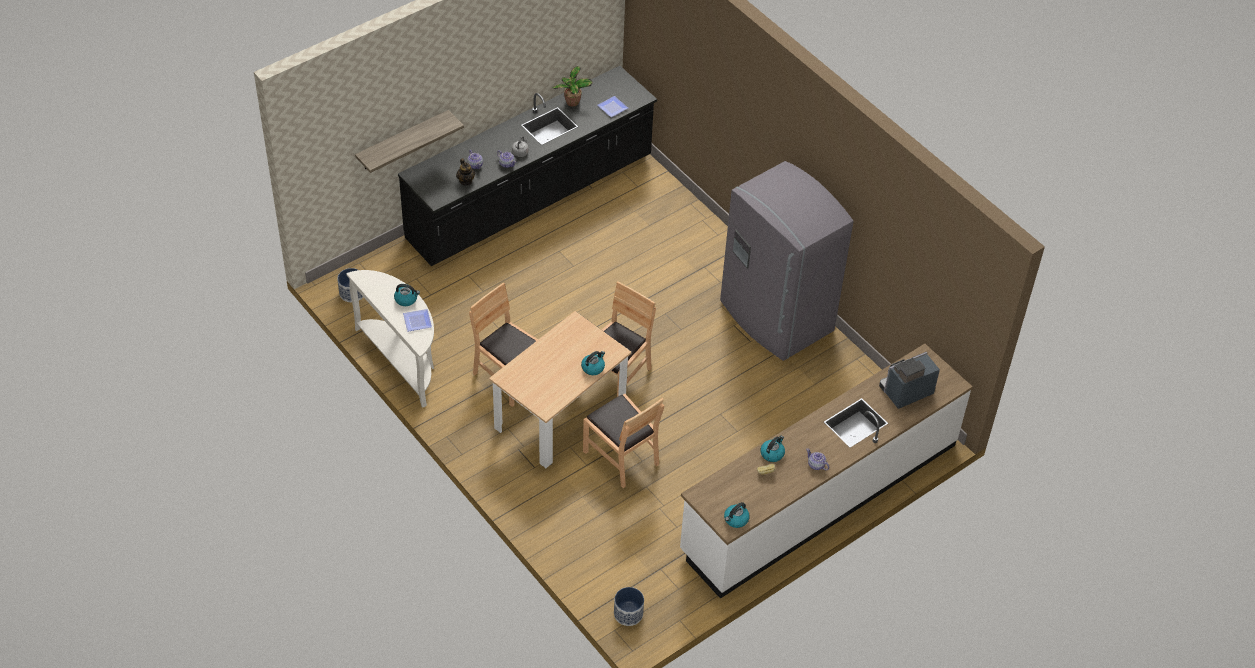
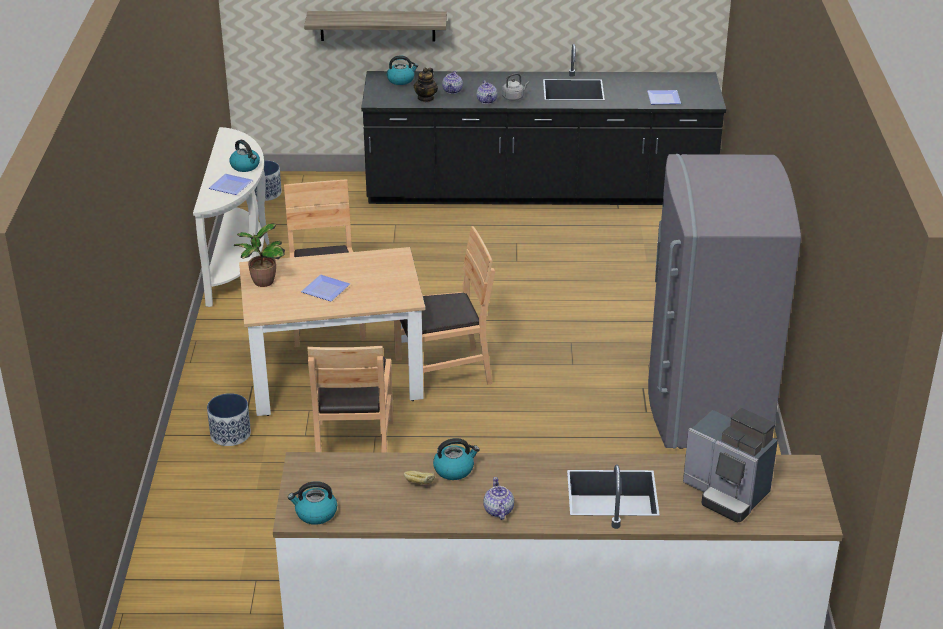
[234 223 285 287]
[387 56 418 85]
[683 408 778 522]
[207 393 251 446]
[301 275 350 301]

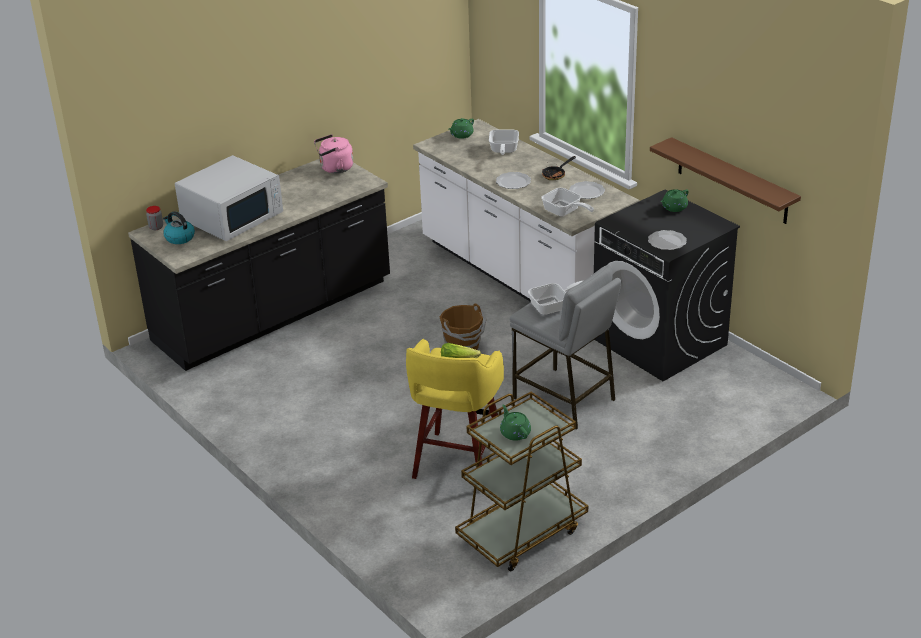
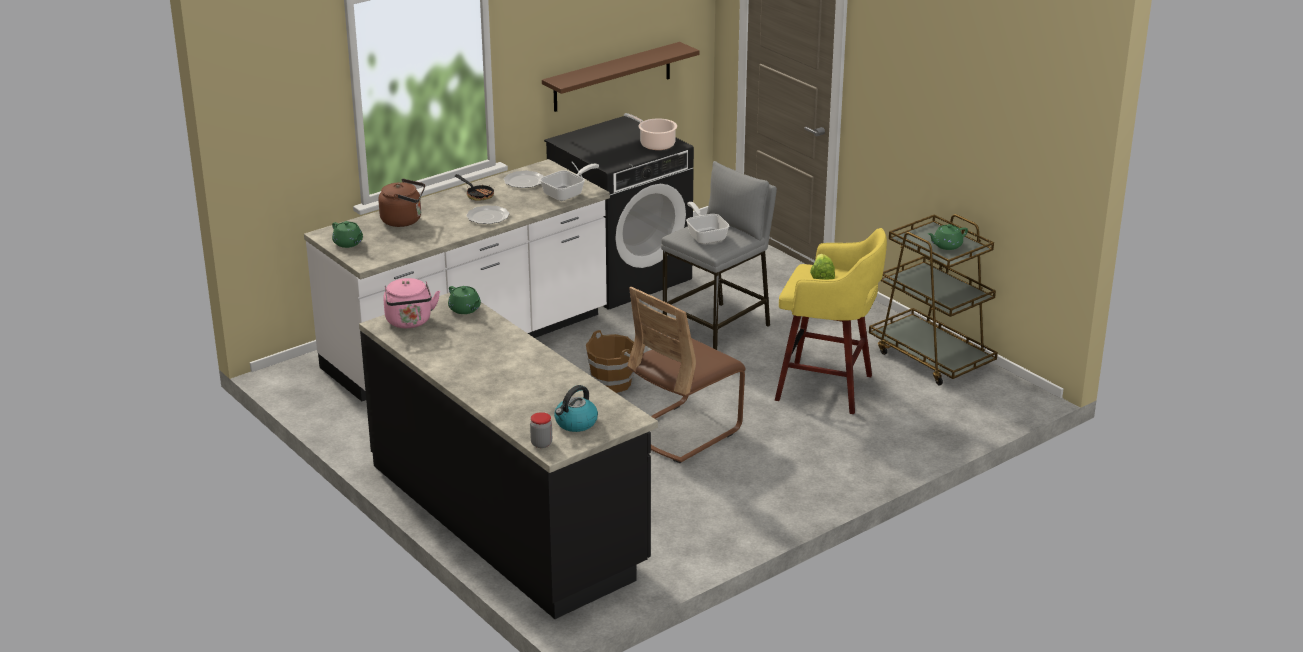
[378 179 425 227]
[175 155 283 241] (first image)
[448 286 481 314]
[624 113 677 150]
[627 287 746 463]

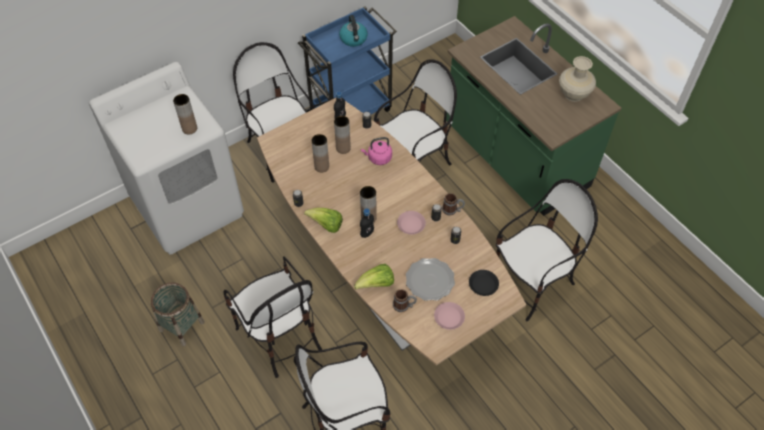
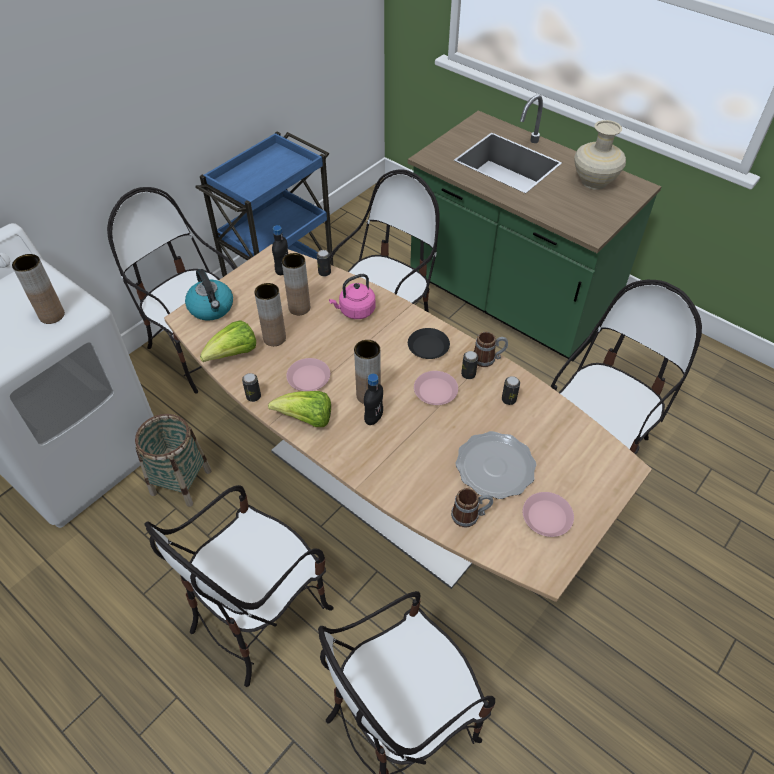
[185 269 233 321]
[145 485 333 687]
[200 321 256 362]
[408 328 450 359]
[135 414 212 507]
[286 358 330 391]

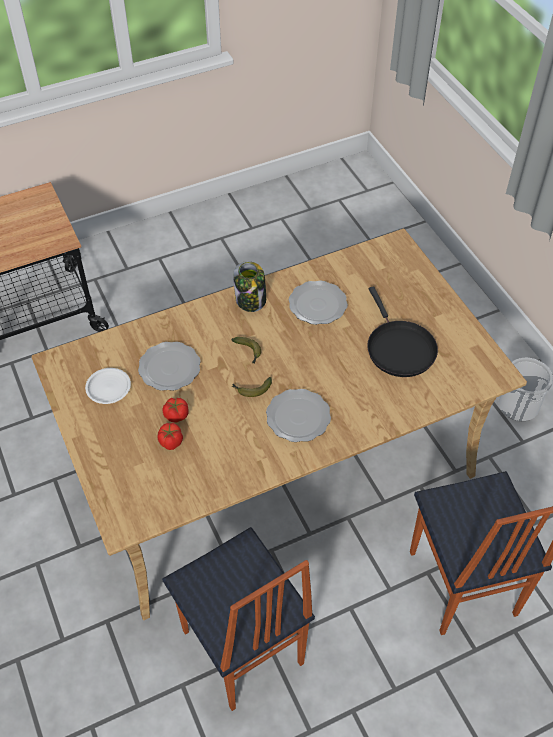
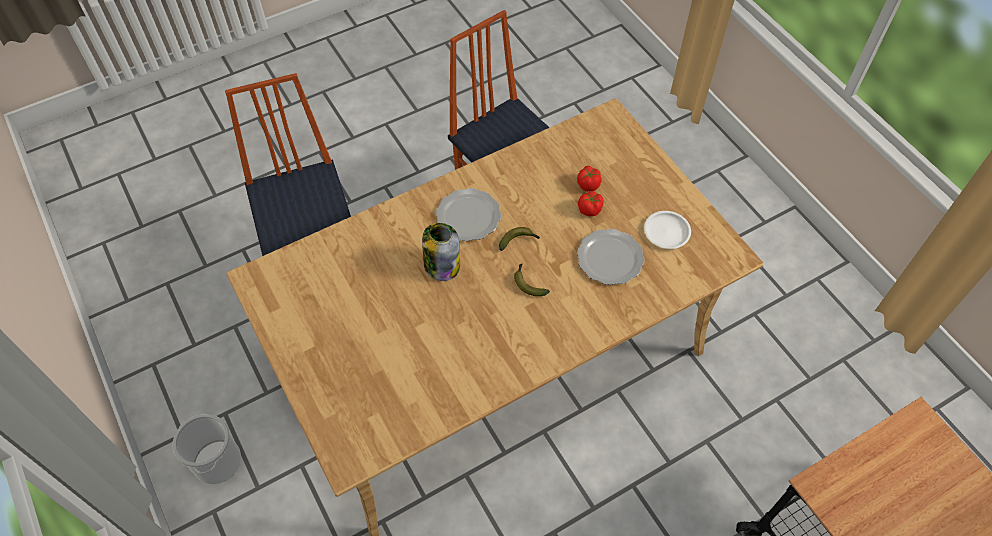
[422 223 460 281]
[289 280 348 325] (first image)
[367 286 438 377] (first image)

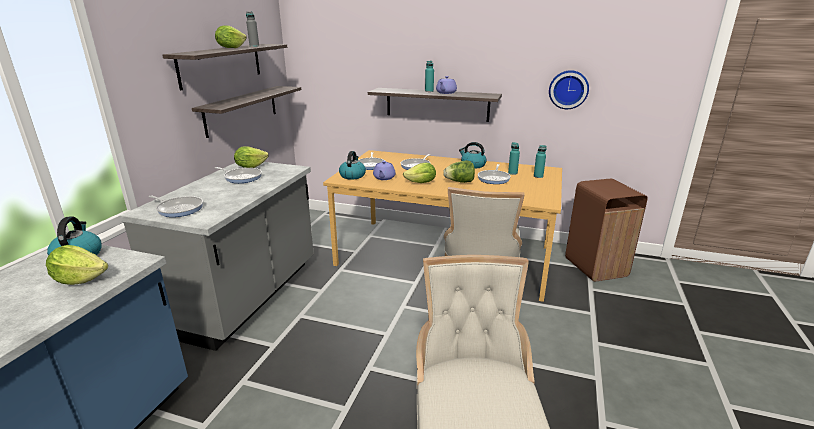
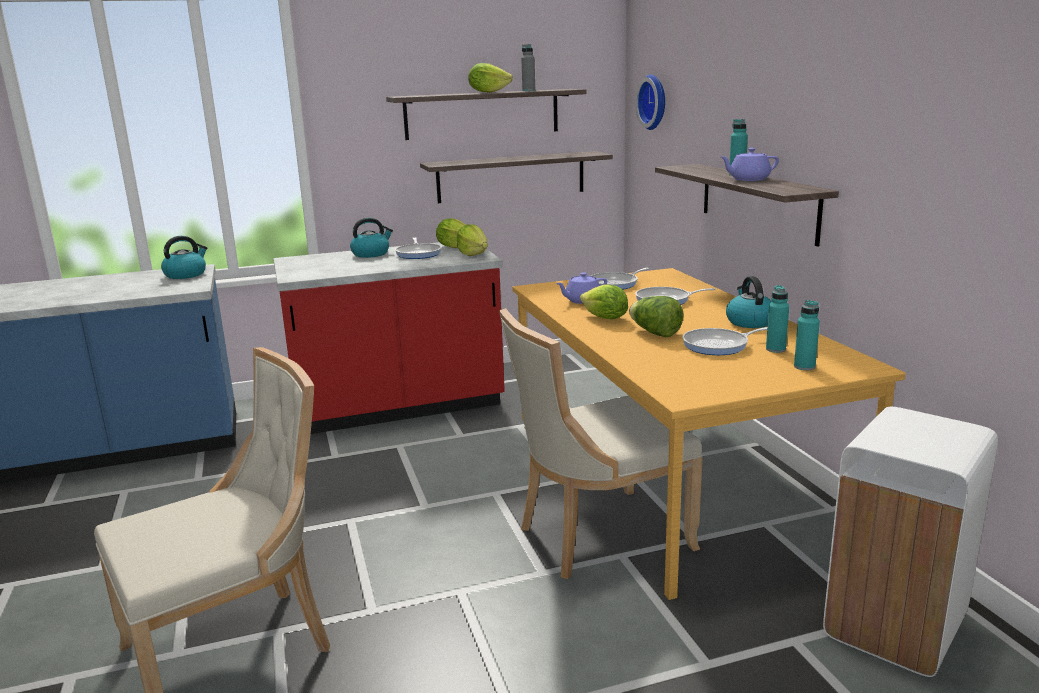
[636 74 665 130]
[350 218 393 258]
[273 242 505 434]
[823 407 998 677]
[149 196 203 217] (first image)
[457 225 488 256]

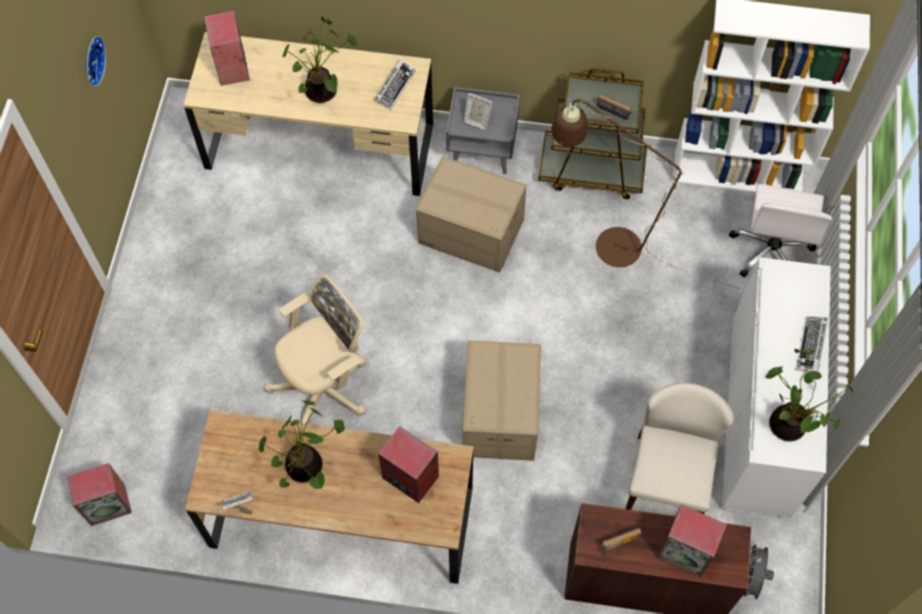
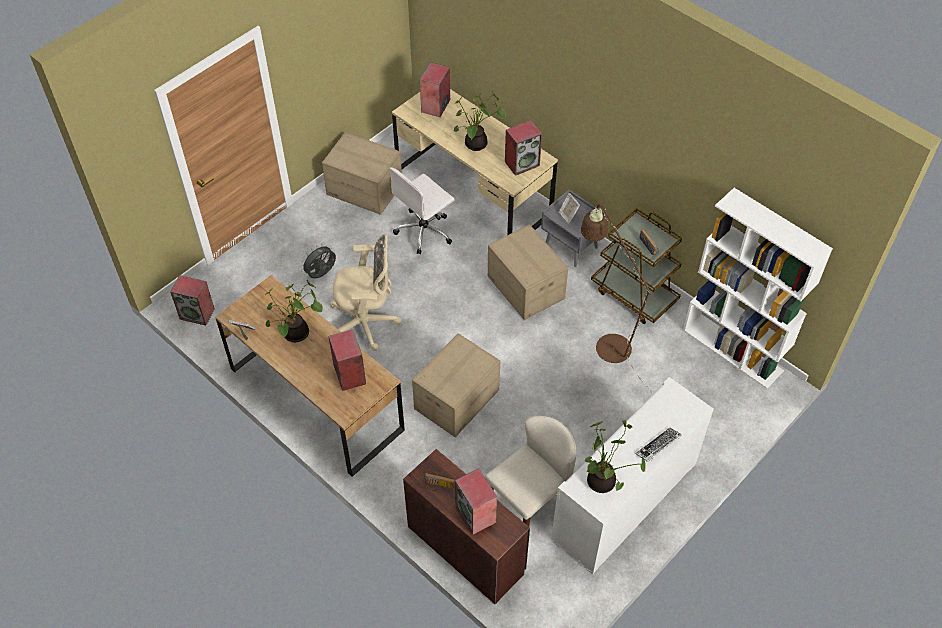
[86 36 106 87] (first image)
[505 120 542 176]
[389 167 455 255]
[301 244 336 279]
[322 132 402 215]

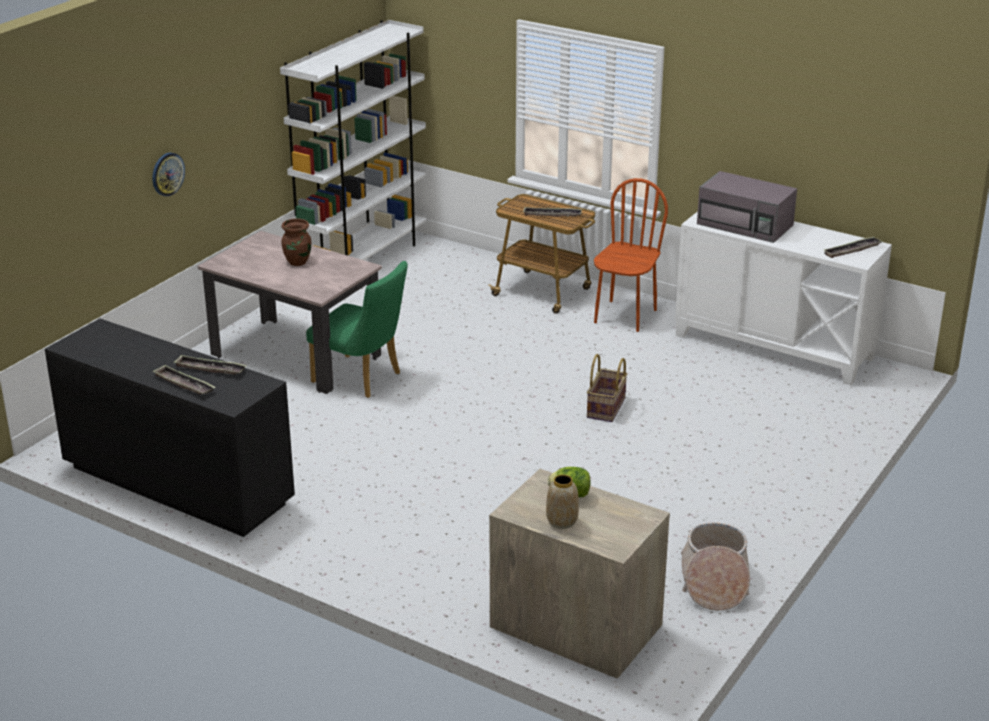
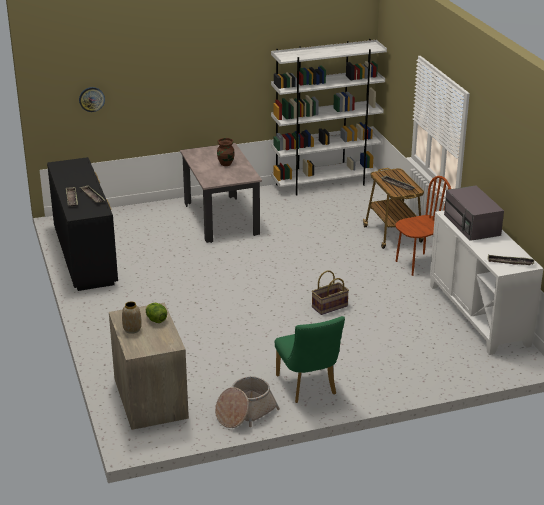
[79 87 105 112]
[275 316 345 403]

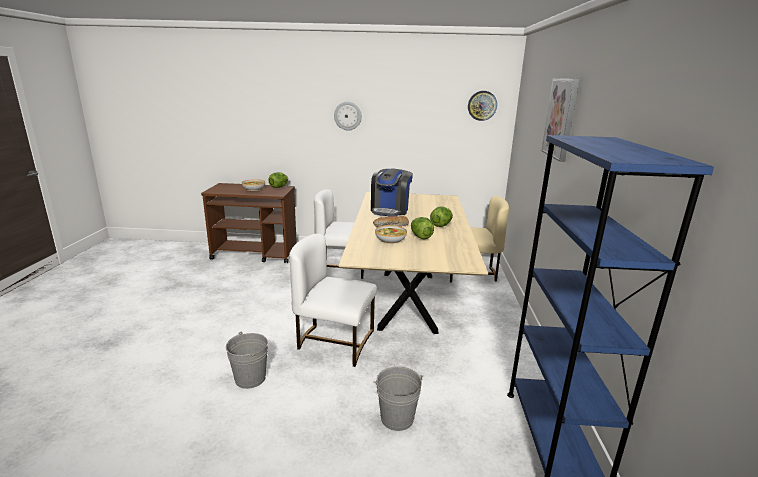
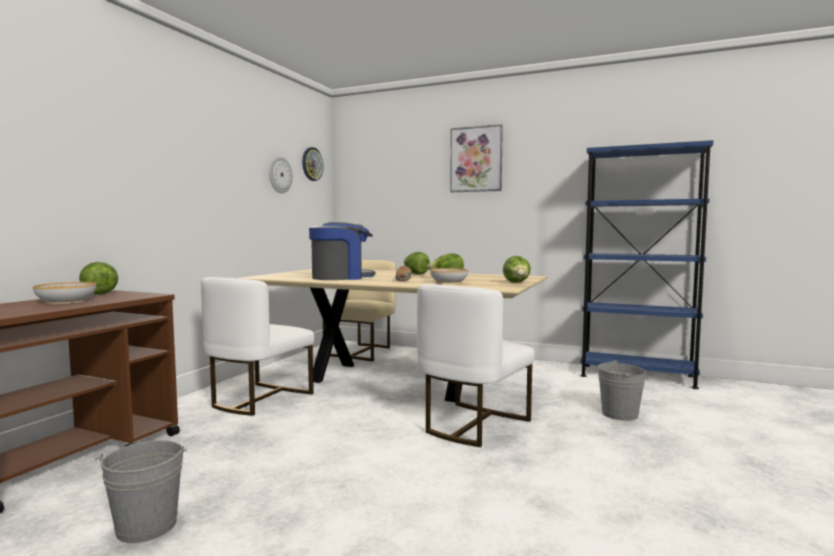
[269 157 293 193]
[309 222 376 280]
[95 440 187 543]
[503 256 531 283]

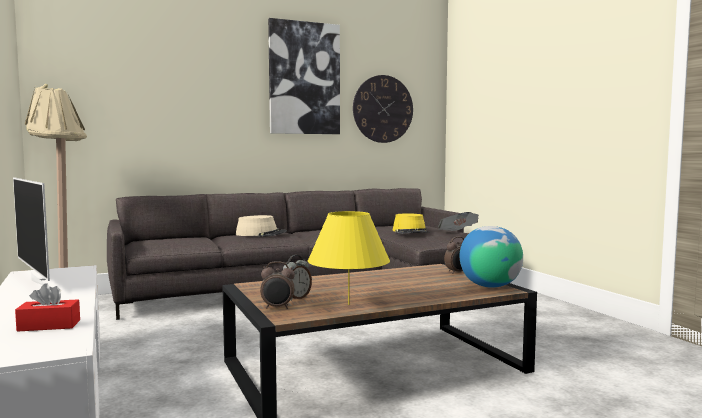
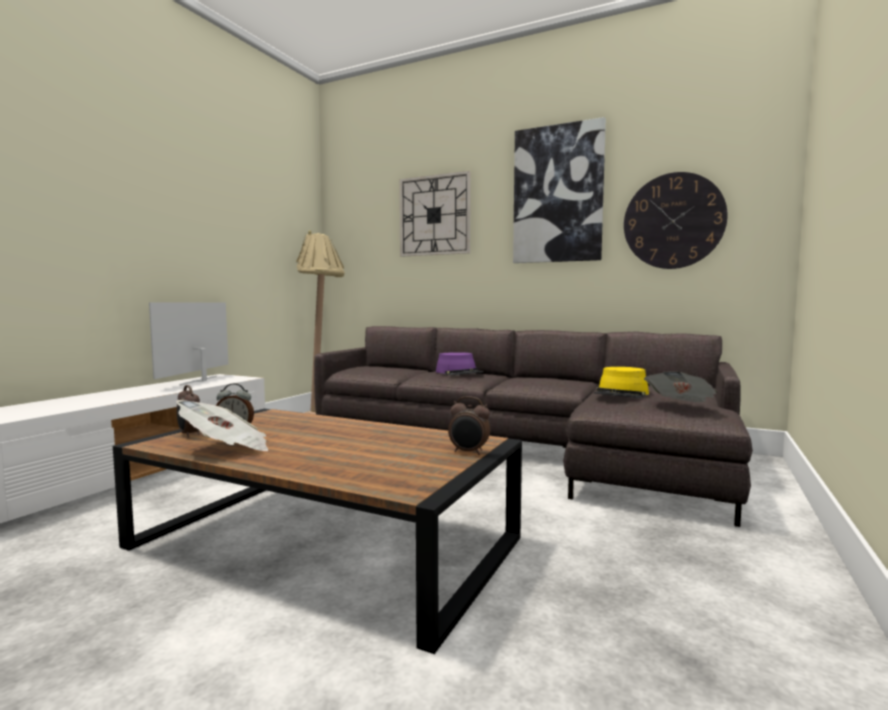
[176 400 268 451]
[436 352 484 376]
[460 226 523 288] (first image)
[15 283 80 332] (first image)
[399 171 471 257]

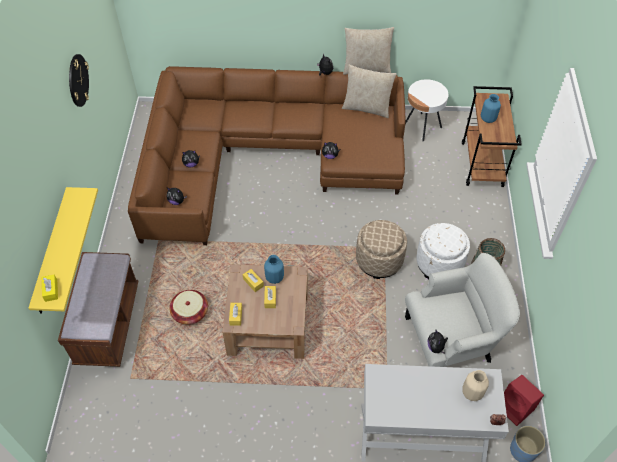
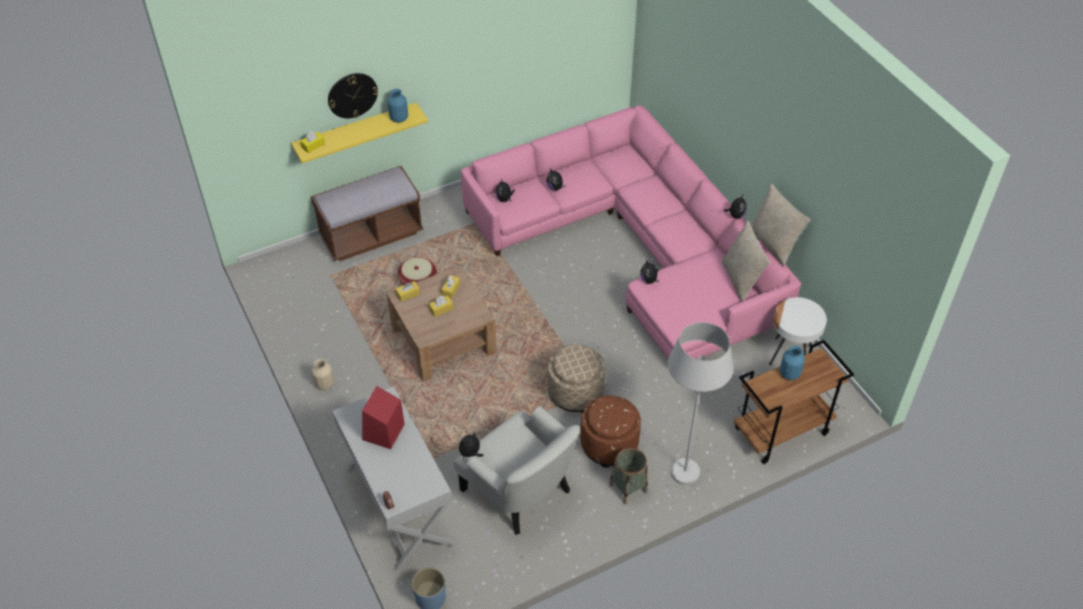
[328 73 378 118]
[461 105 801 359]
[580 395 641 468]
[387 89 408 123]
[311 358 334 390]
[362 386 405 449]
[668 322 733 485]

